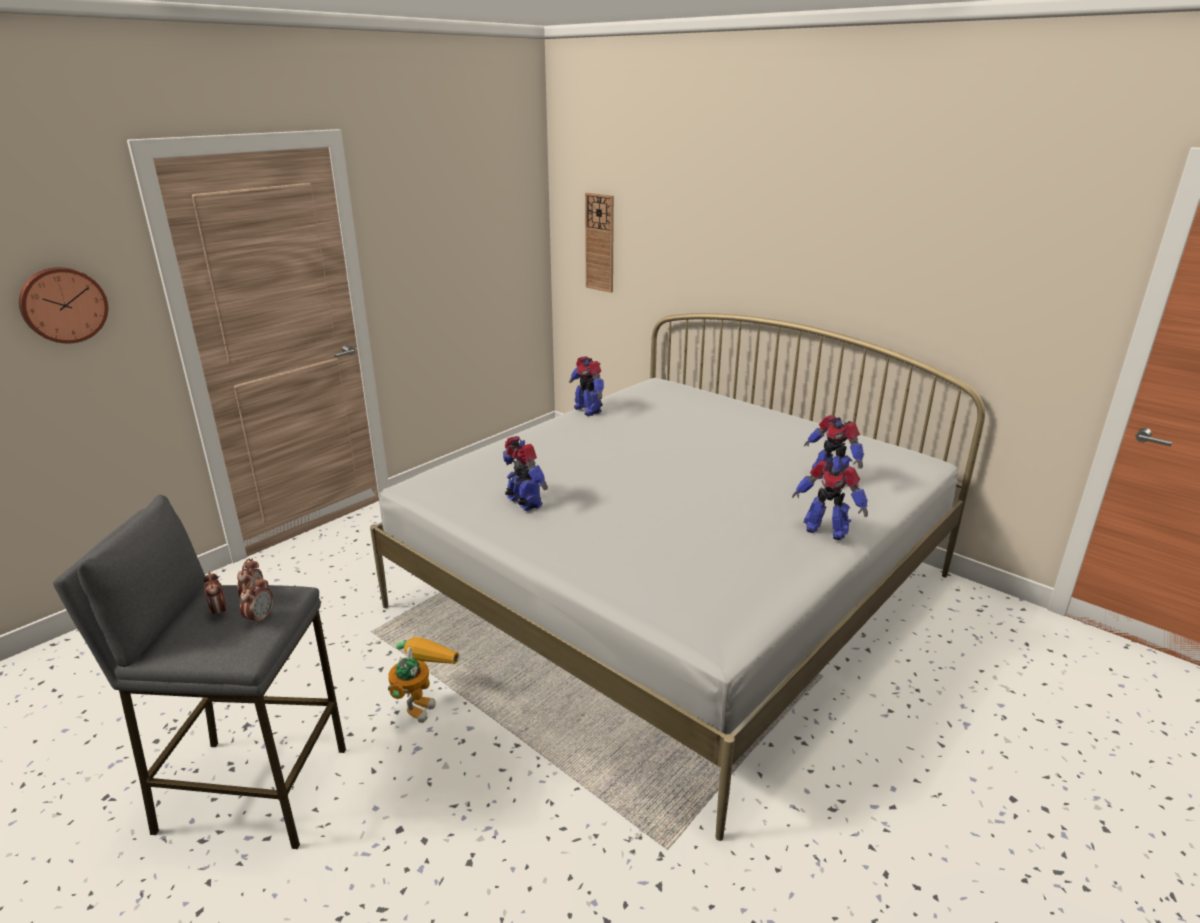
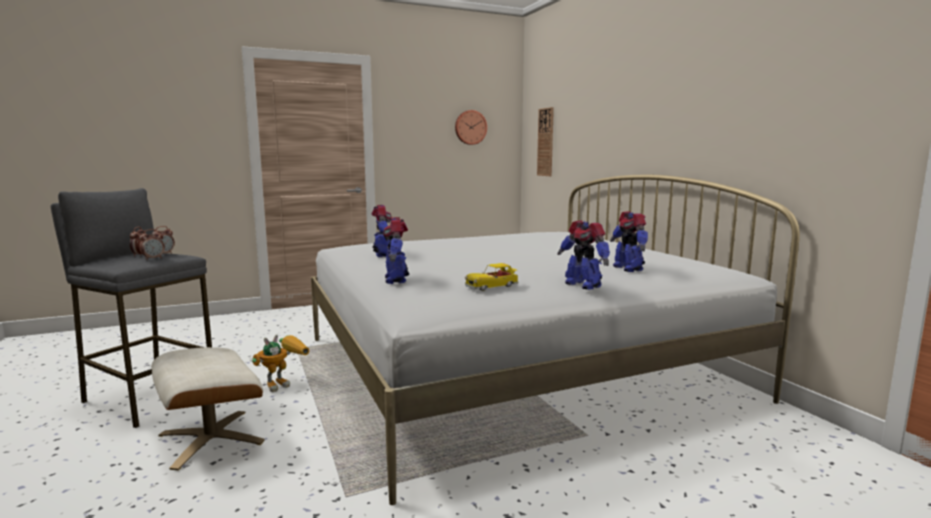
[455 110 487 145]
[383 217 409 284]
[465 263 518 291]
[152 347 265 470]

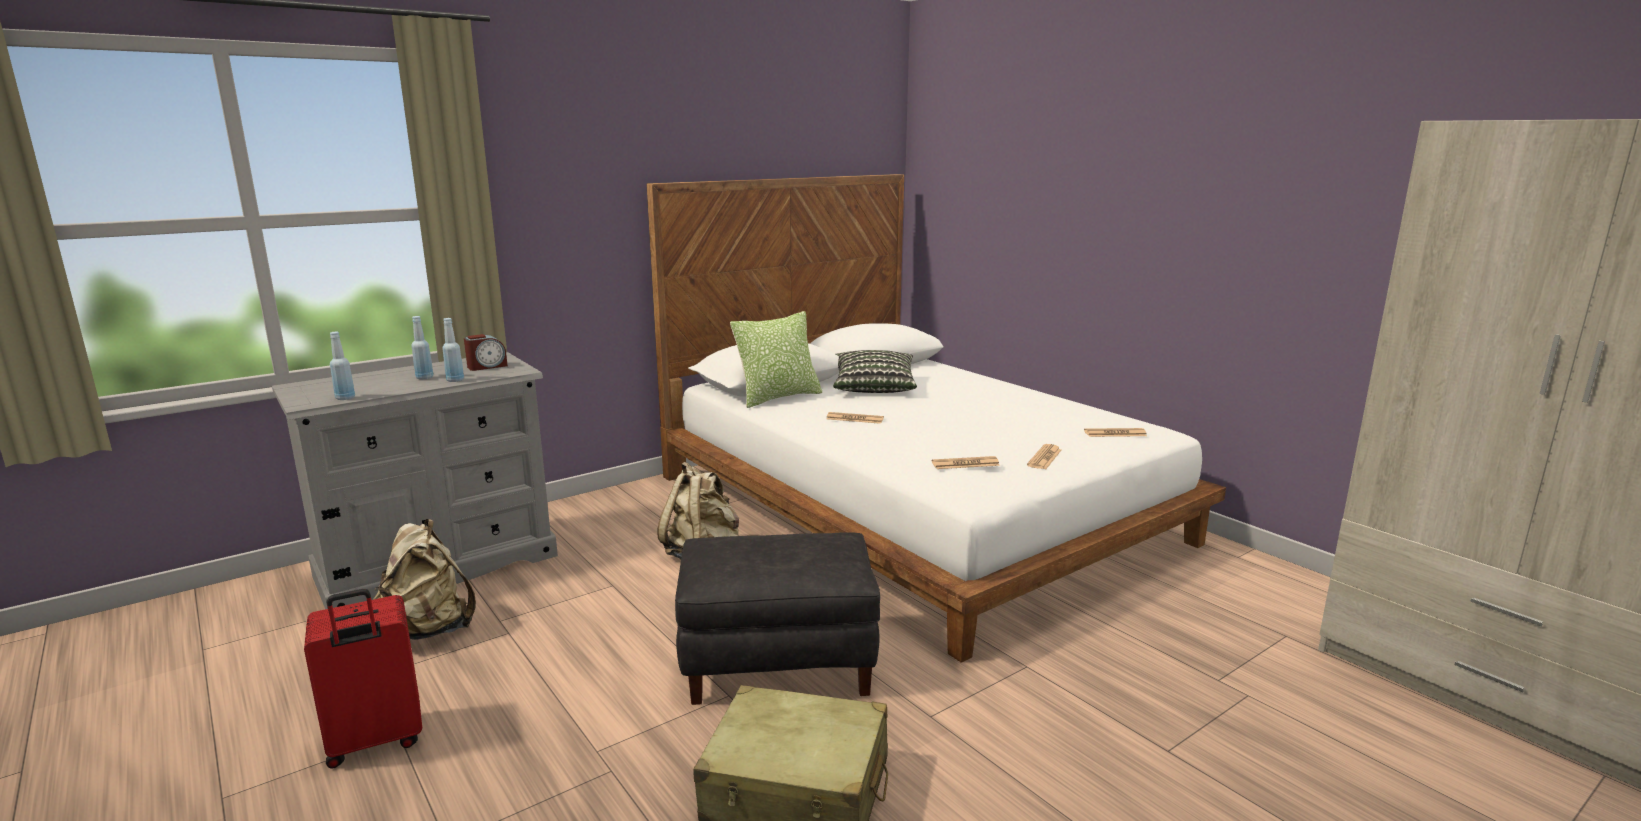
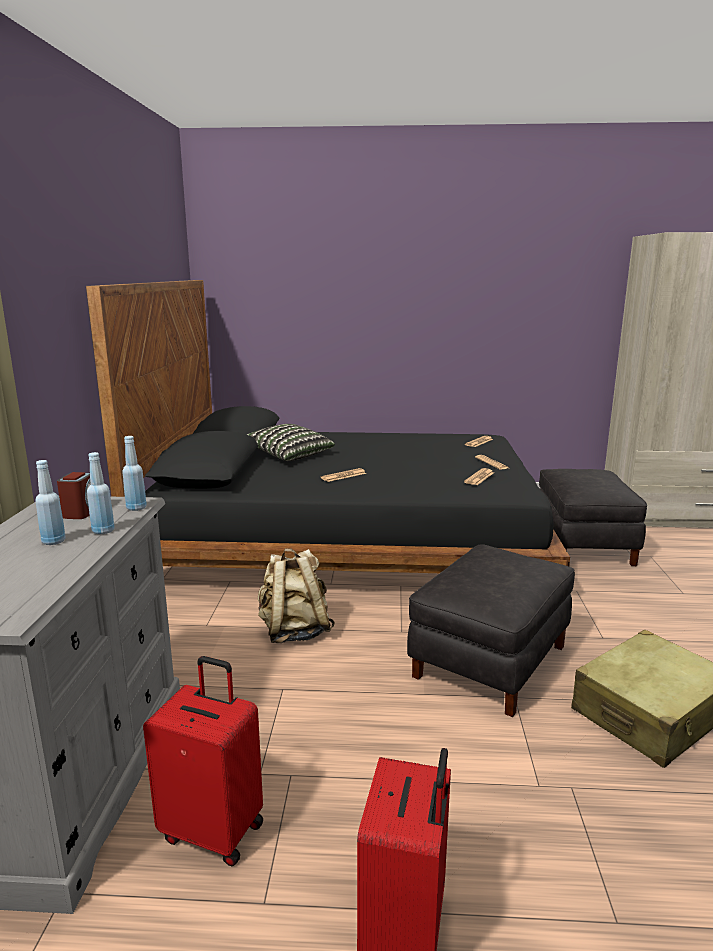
[86 280 570 573]
[730 311 822 408] (first image)
[122 436 147 511]
[143 656 263 866]
[539 469 647 566]

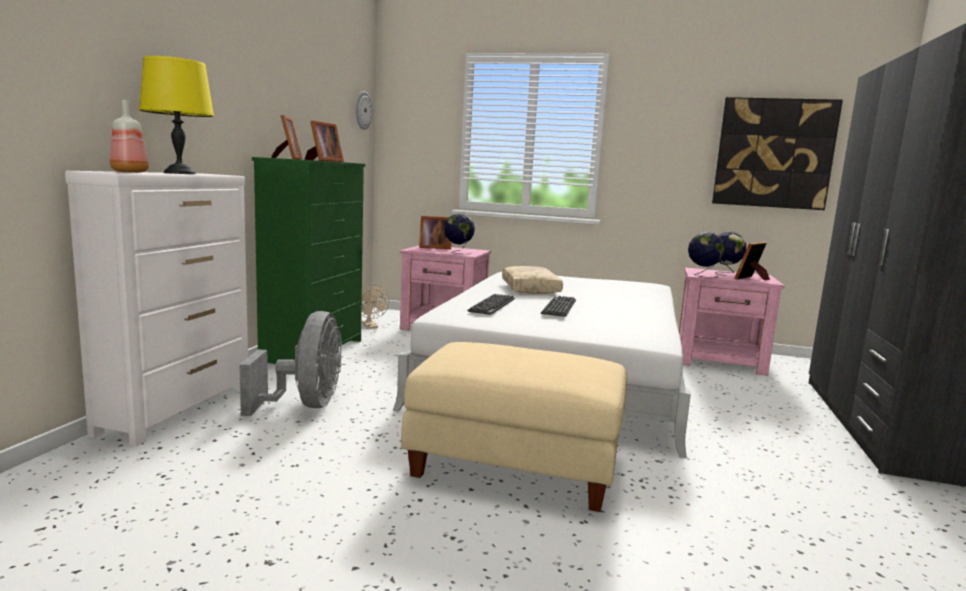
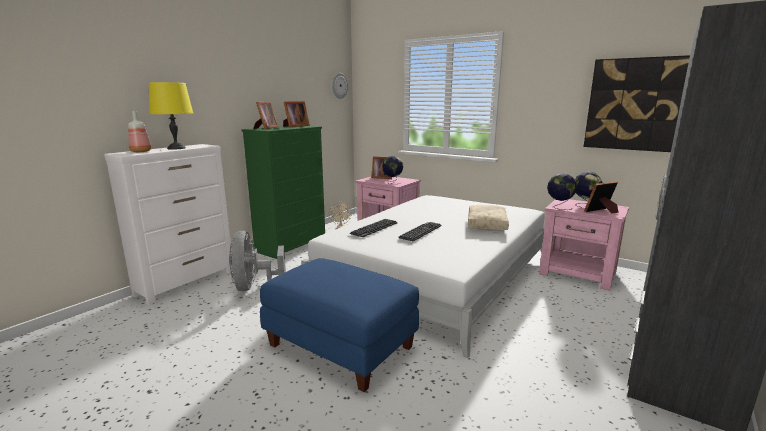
[468 205 509 231]
[229 231 286 291]
[260 258 419 392]

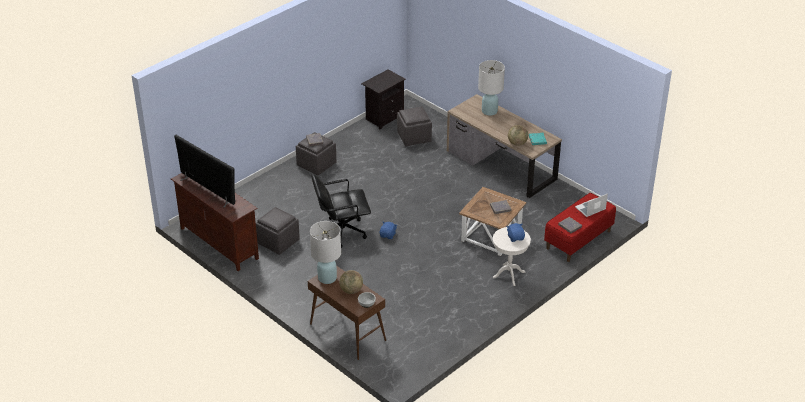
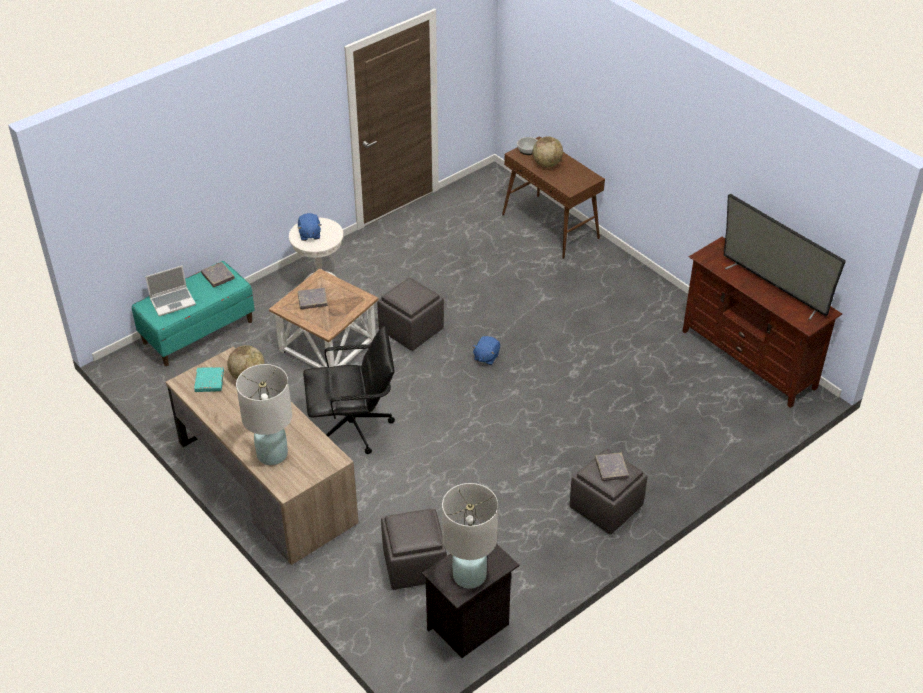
[303 326 395 454]
[132 261 255 366]
[377 277 444 351]
[442 483 498 589]

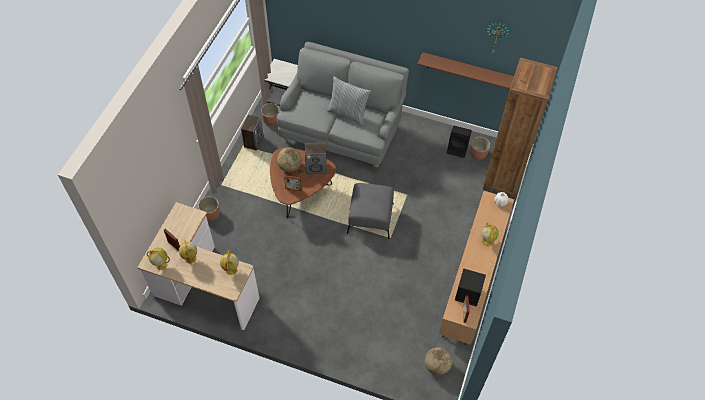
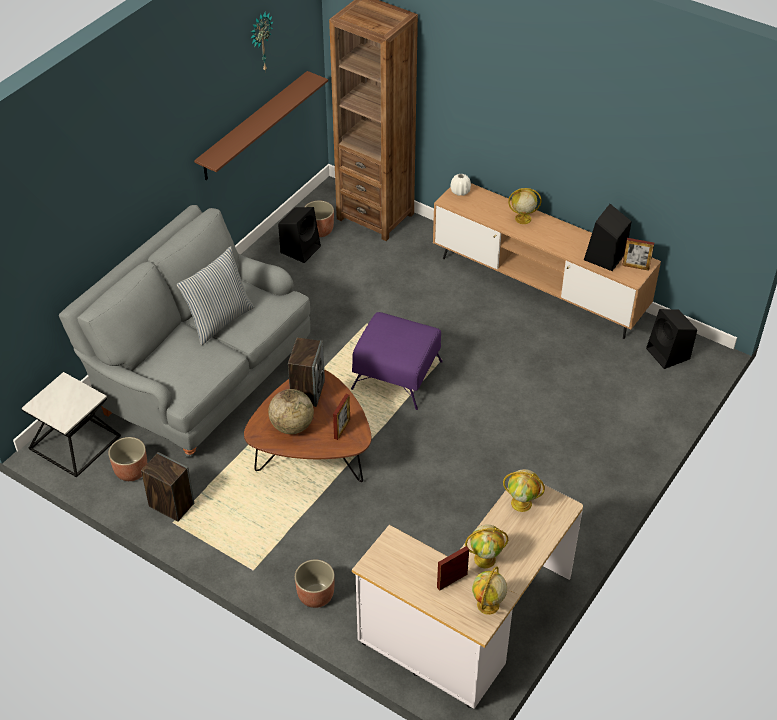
[351 312 443 410]
[646 309 697 369]

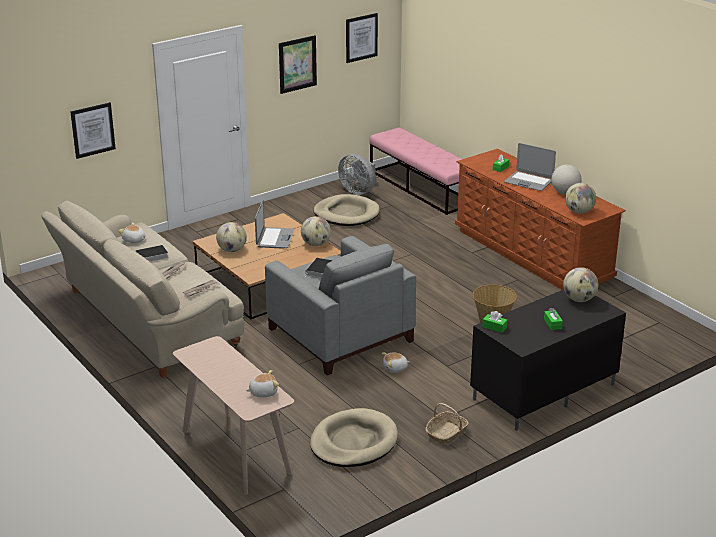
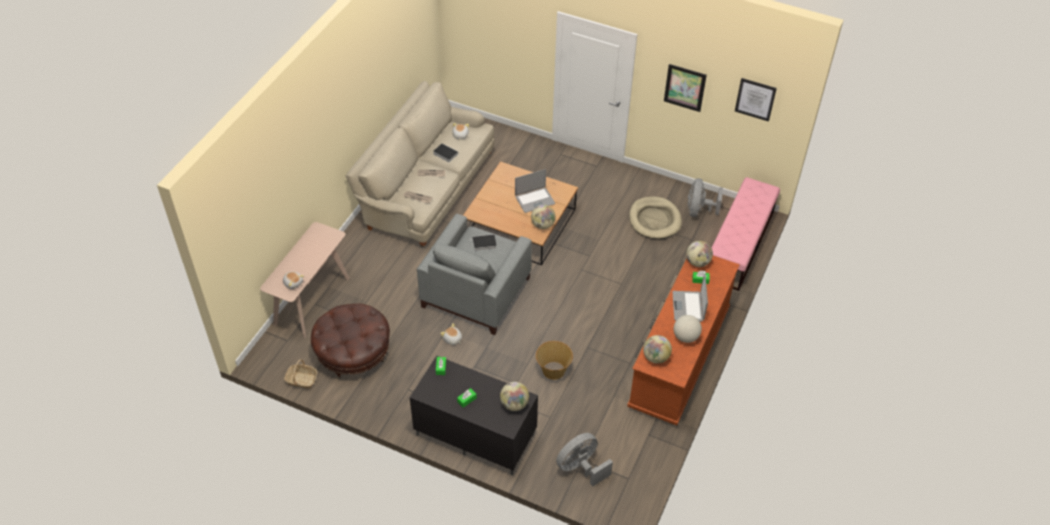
[70 102 116 159] (first image)
[686 241 713 267]
[284 359 317 389]
[311 303 390 379]
[556 433 613 486]

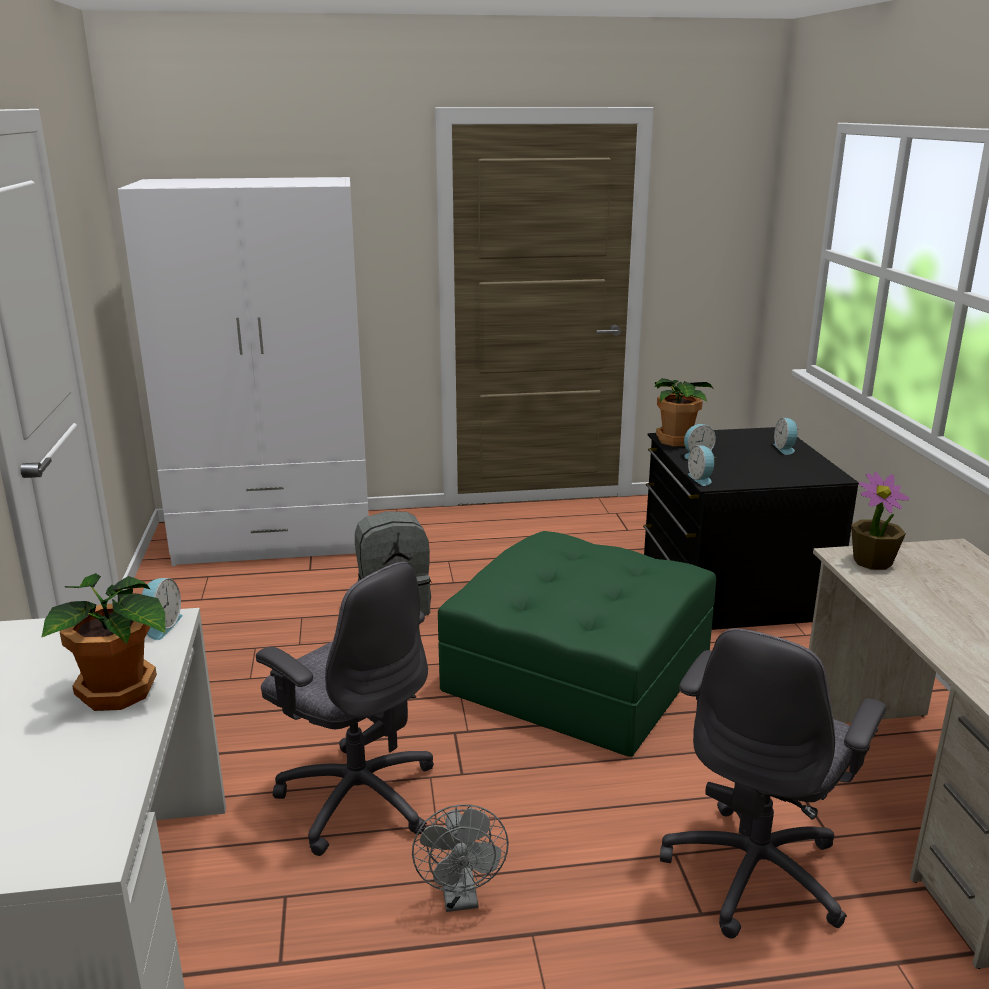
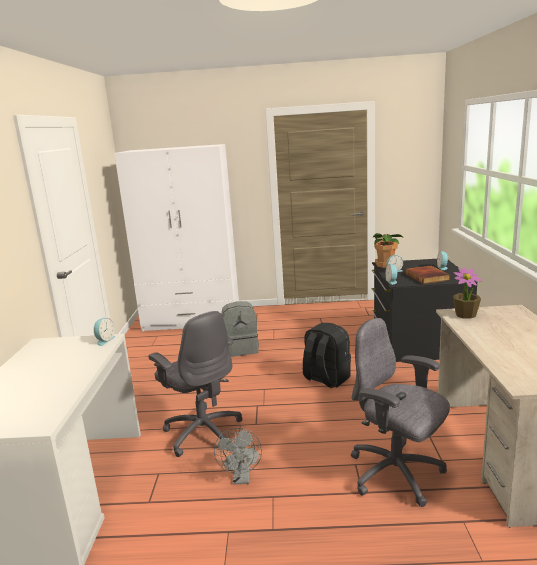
[303 323 351 388]
[41 573 166 711] (first image)
[351 318 450 507]
[406 266 450 284]

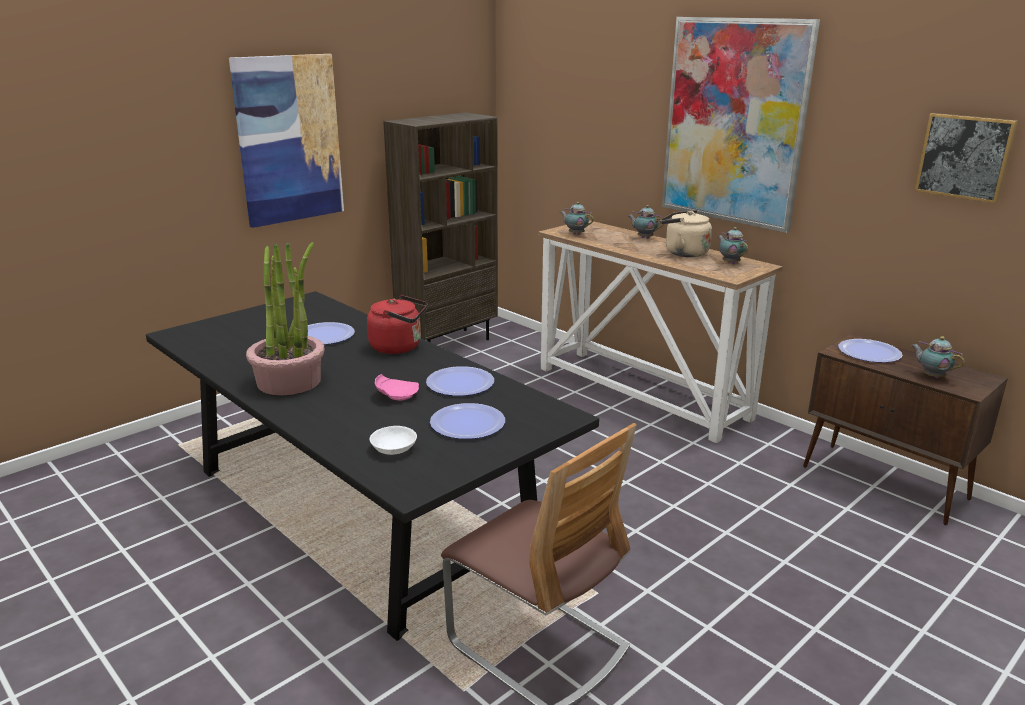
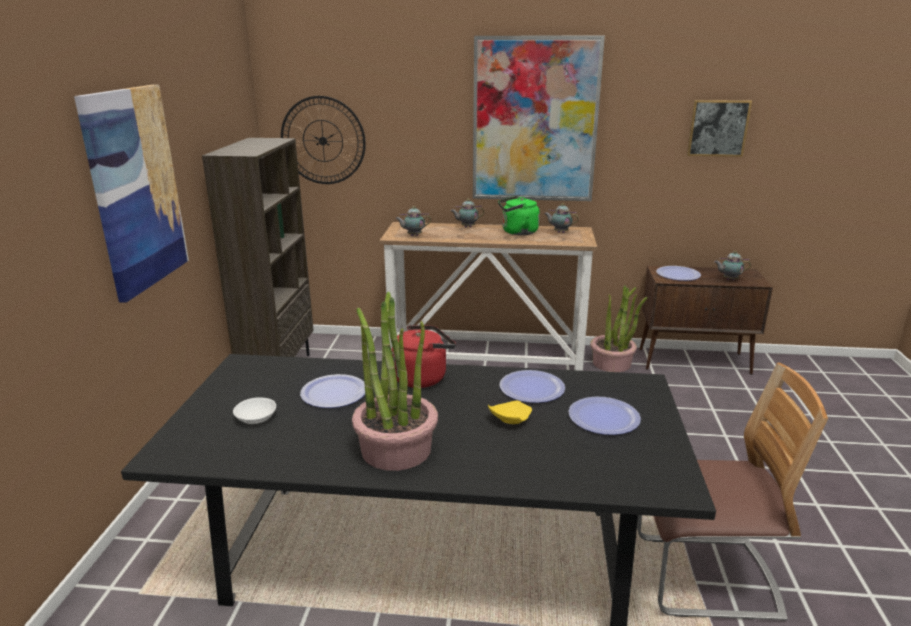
[498 196 540 235]
[488 401 532 424]
[233 398 276 424]
[281 96 366 184]
[590 285 647 372]

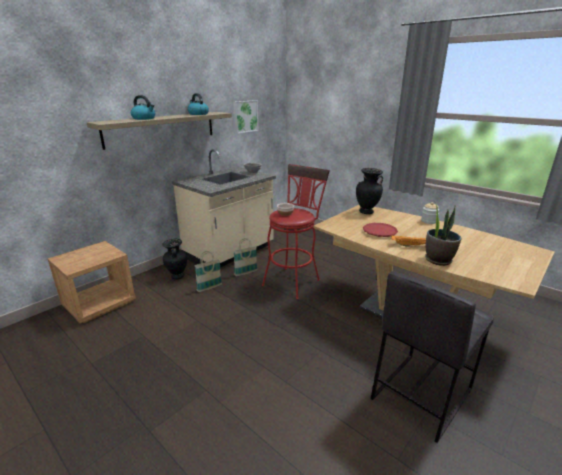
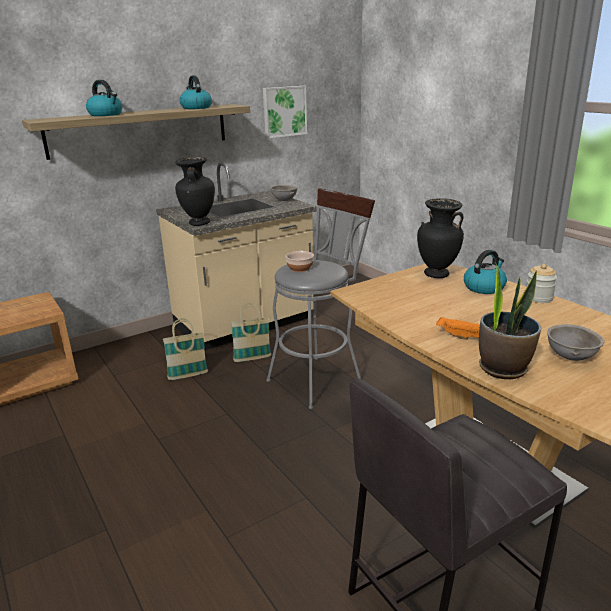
[266 188 375 409]
[363 223 398 237] (first image)
[175 157 215 226]
[464 250 507 294]
[547 324 604 361]

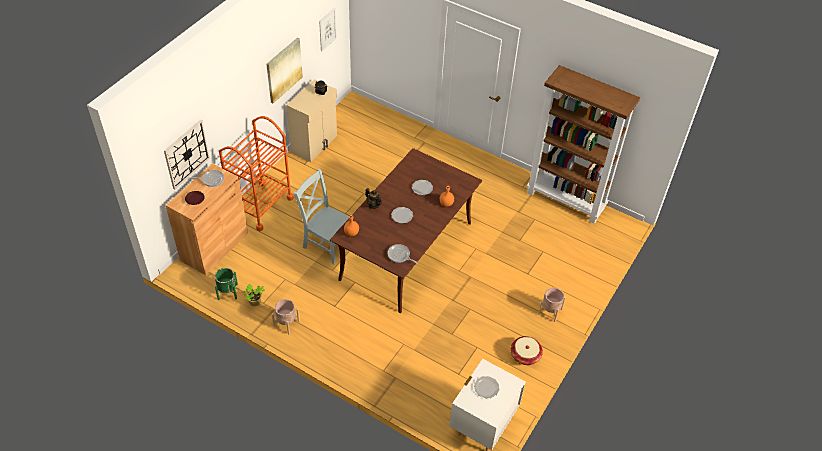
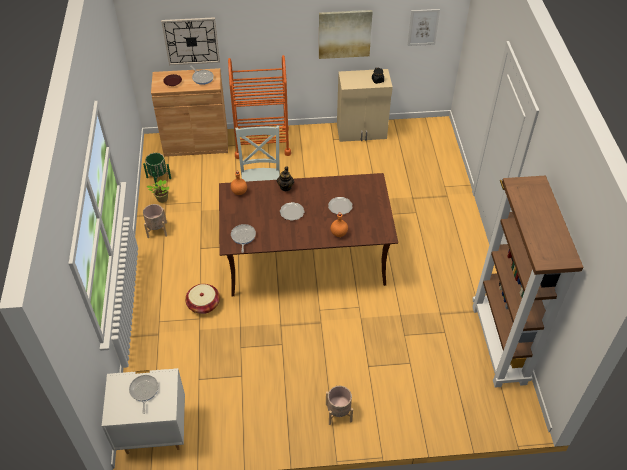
[185 284 220 314]
[129 375 158 414]

